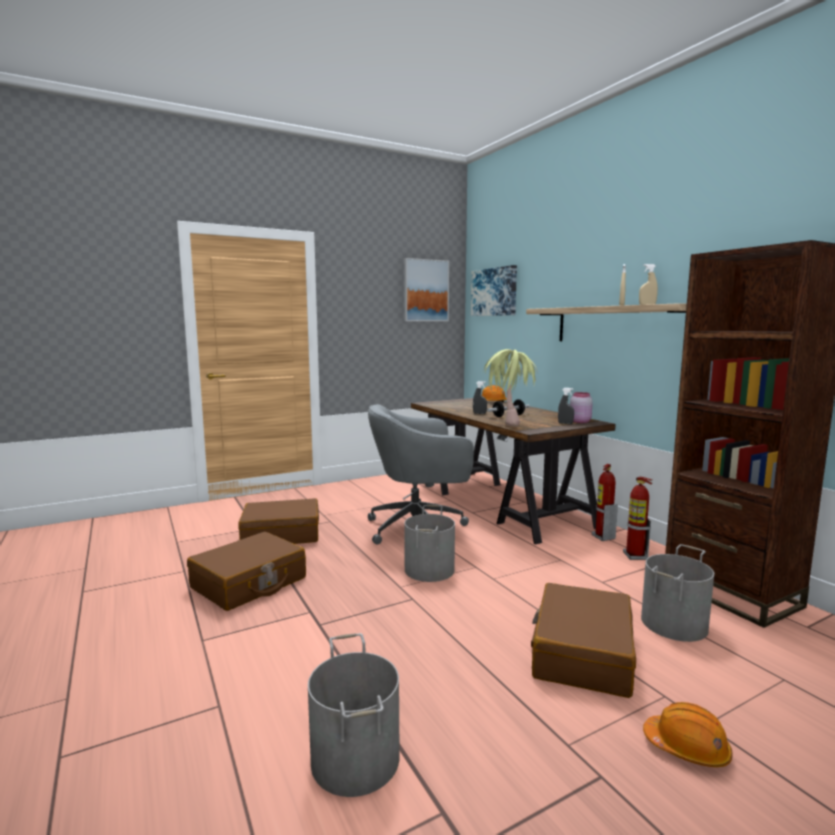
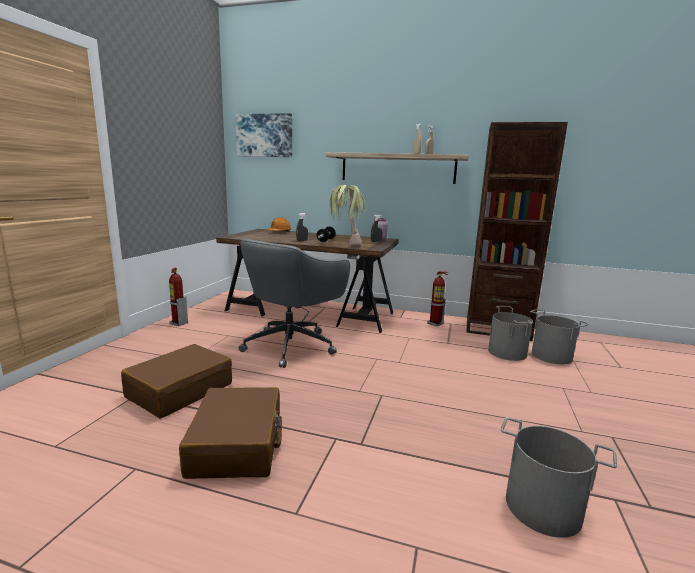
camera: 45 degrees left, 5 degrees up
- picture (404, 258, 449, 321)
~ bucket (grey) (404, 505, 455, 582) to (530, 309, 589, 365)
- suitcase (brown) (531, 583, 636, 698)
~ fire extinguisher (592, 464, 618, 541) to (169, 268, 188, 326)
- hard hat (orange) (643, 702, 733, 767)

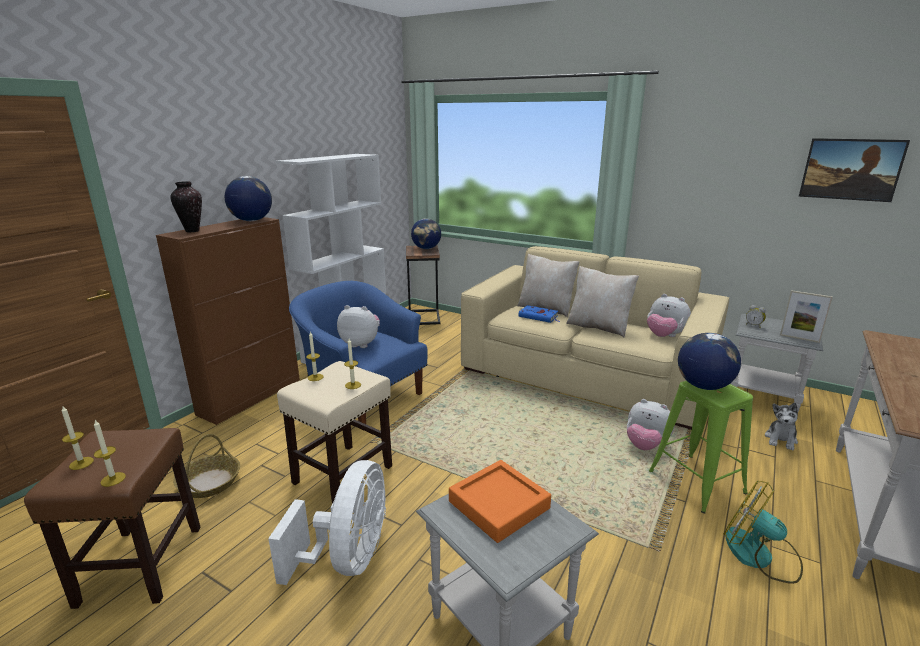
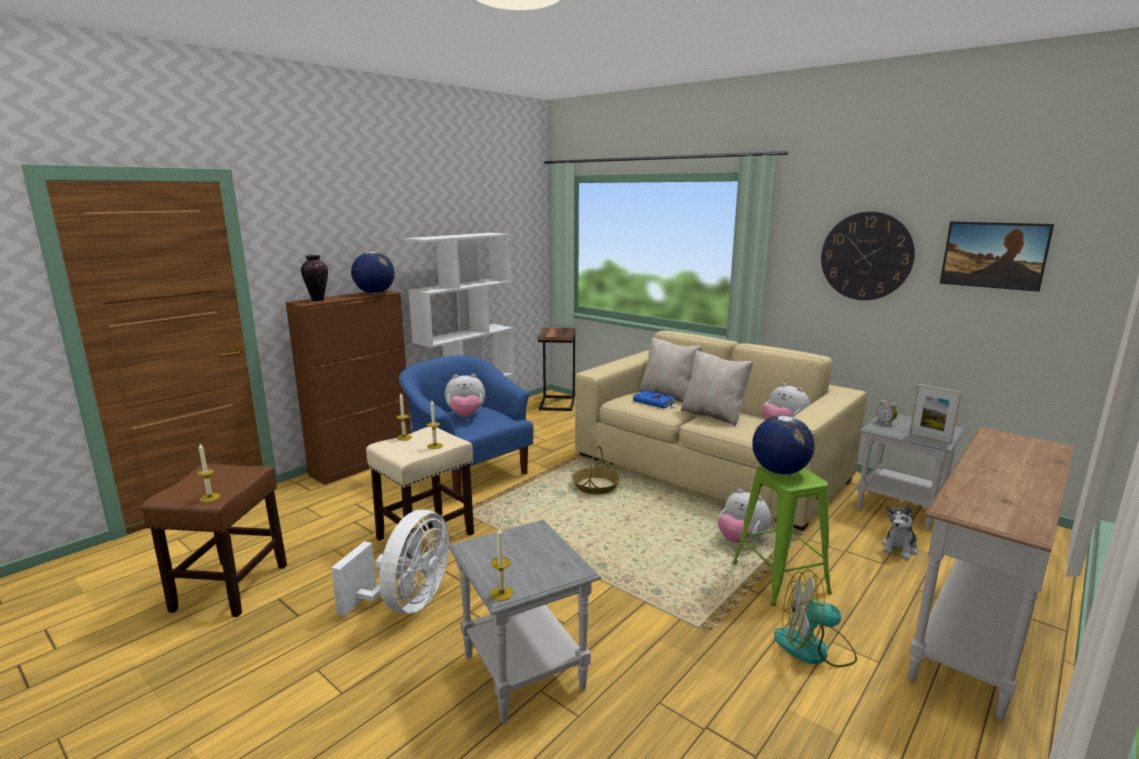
camera: 10 degrees right, 5 degrees down
~ candle (62, 405, 94, 470) to (490, 528, 513, 601)
~ basket (173, 434, 240, 498) to (572, 445, 621, 494)
~ plush toy (337, 305, 380, 348) = (445, 374, 485, 417) 150 degrees clockwise
- globe (411, 218, 441, 249)
- tray (orange) (449, 460, 551, 543)
~ fan (723, 480, 803, 584) = (774, 569, 857, 668) 45 degrees counterclockwise
+ wall clock (821, 211, 915, 300)

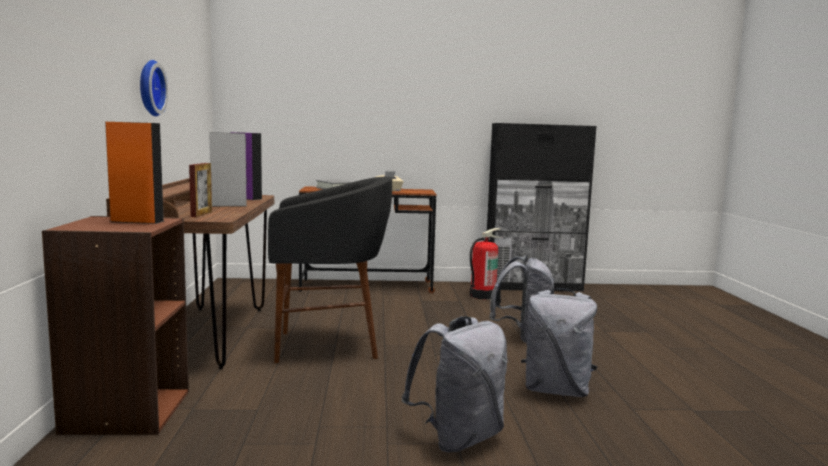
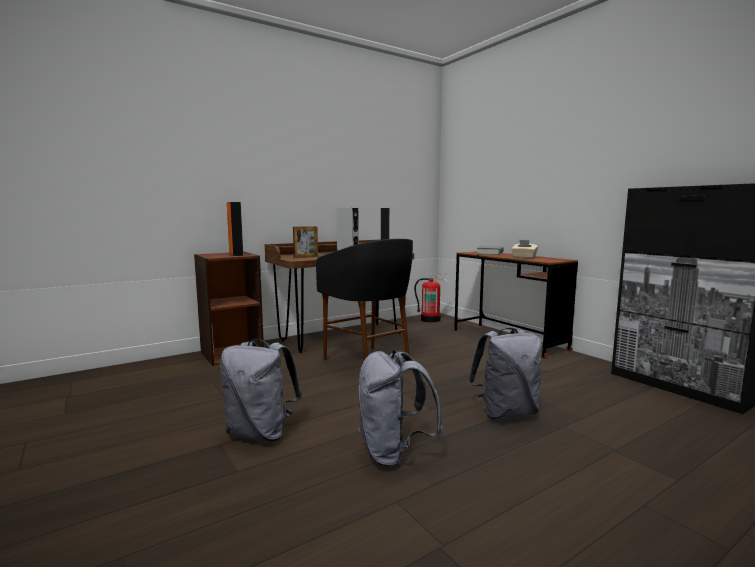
camera: 60 degrees right, 0 degrees up
- wall clock (140, 60, 168, 116)
~ fire extinguisher (470, 228, 501, 299) to (414, 273, 449, 323)

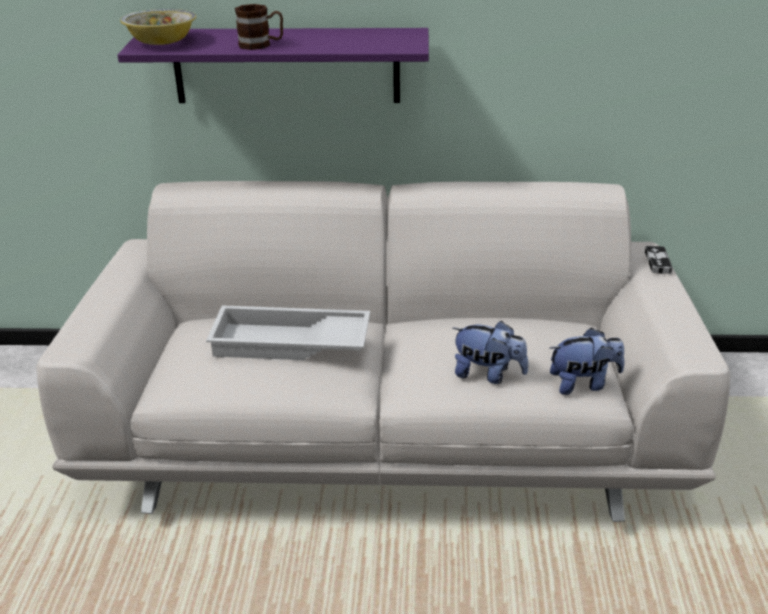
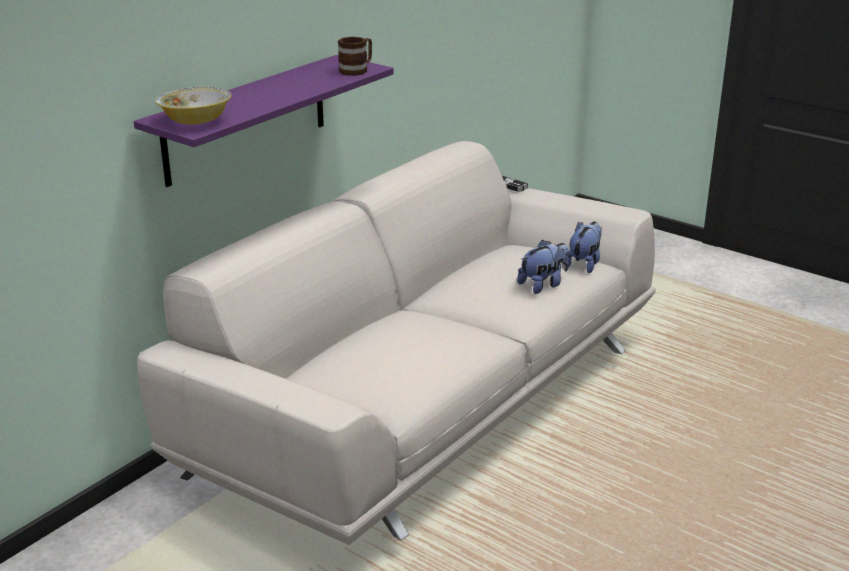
camera: 55 degrees left, 5 degrees down
- tray (white) (206, 305, 370, 360)
~ mug (brown) (235, 4, 283, 50) to (338, 37, 372, 76)

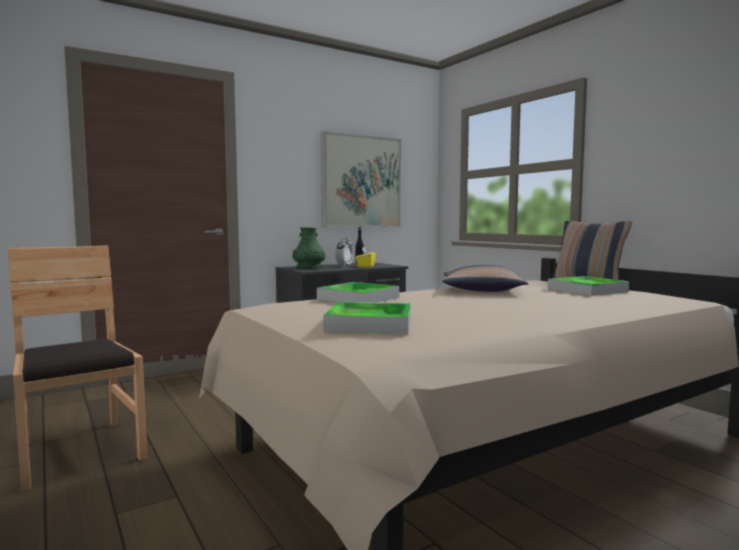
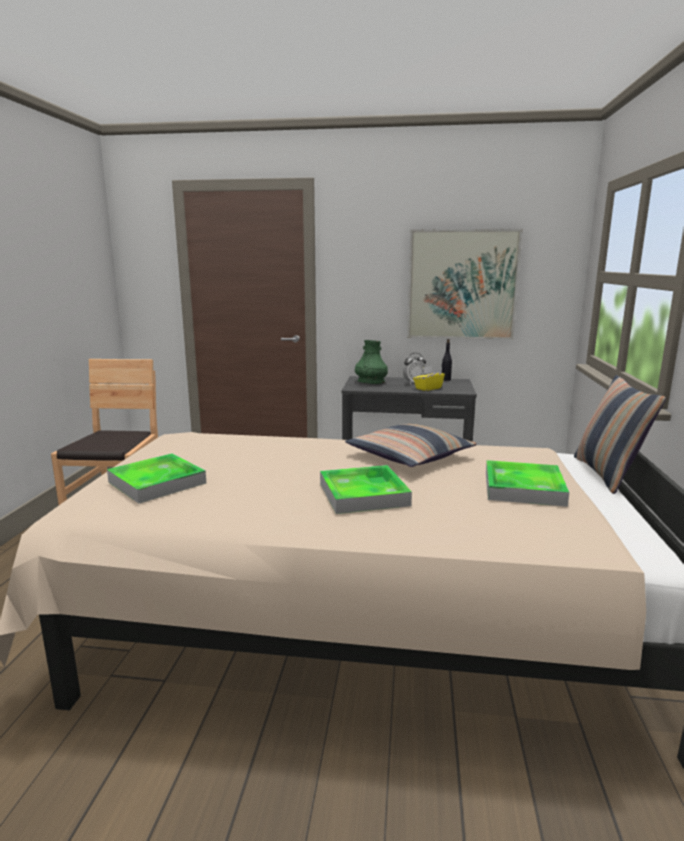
camera: 40 degrees right, 10 degrees up
~ tray (317, 282, 399, 303) to (320, 465, 412, 514)

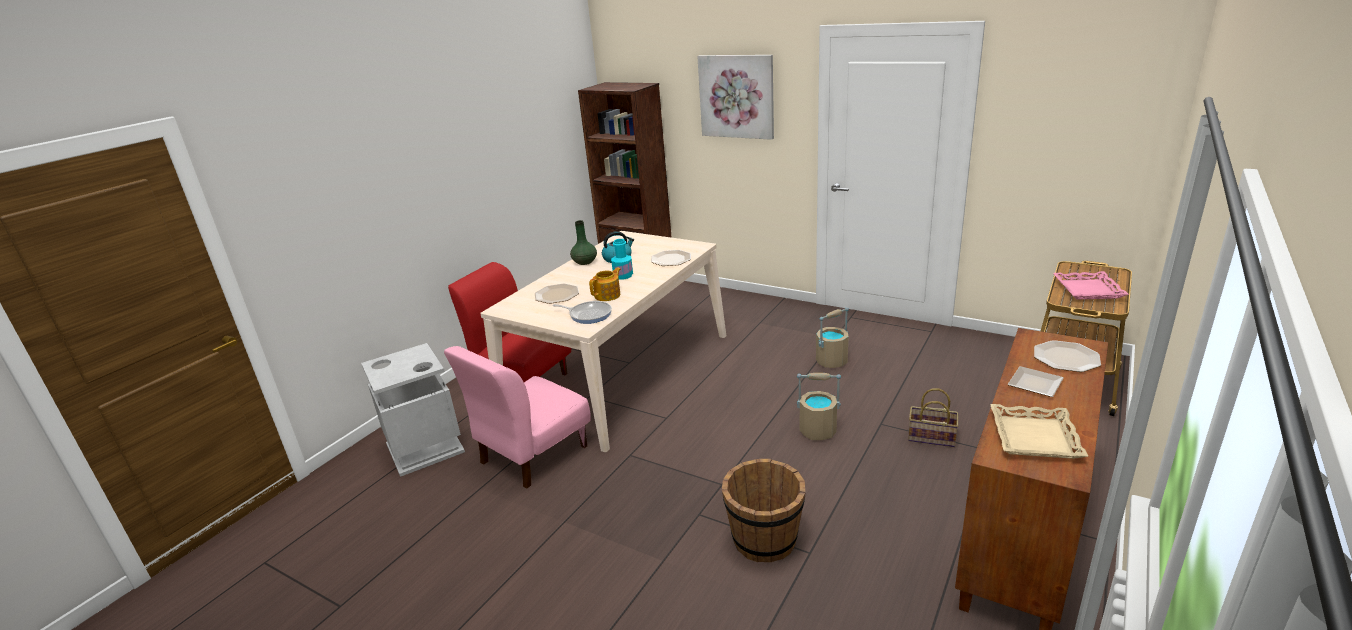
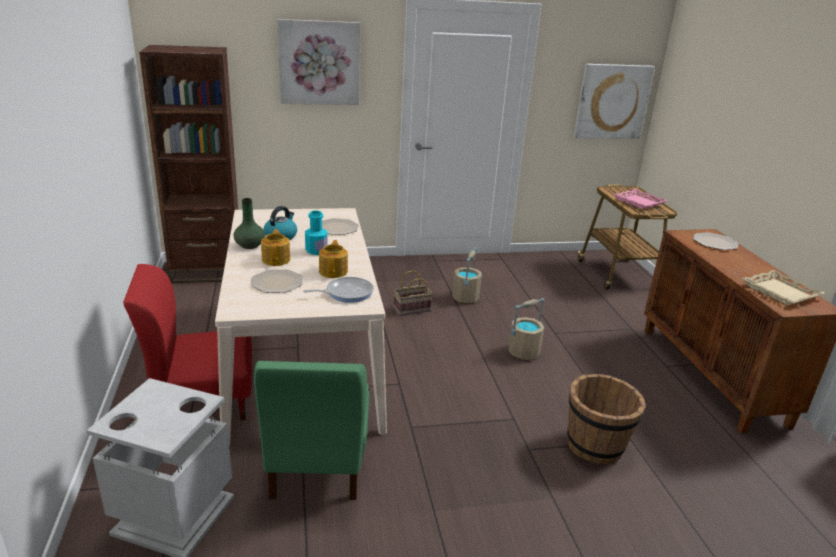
camera: 45 degrees left, 0 degrees up
~ chair (pink) (444, 346, 591, 488) to chair (green) (254, 361, 370, 500)
~ basket (908, 388, 959, 447) to (394, 270, 433, 316)
- plate (1007, 366, 1064, 397)
+ teapot (261, 229, 290, 266)
+ picture (574, 64, 655, 139)

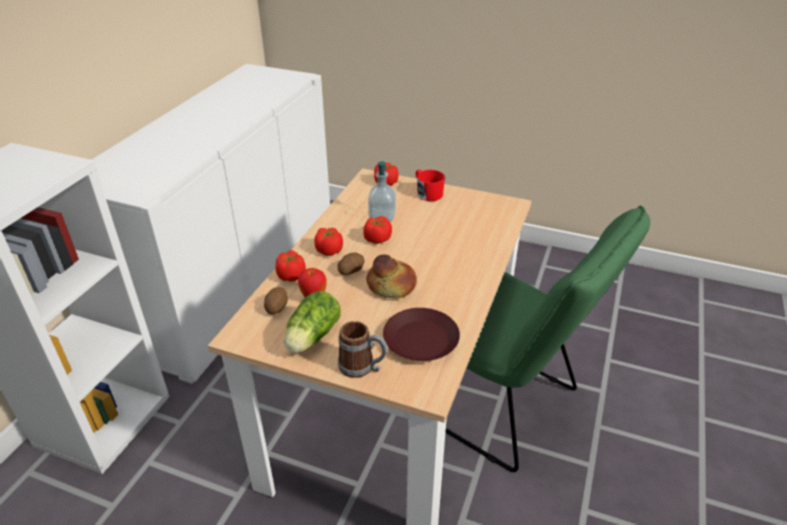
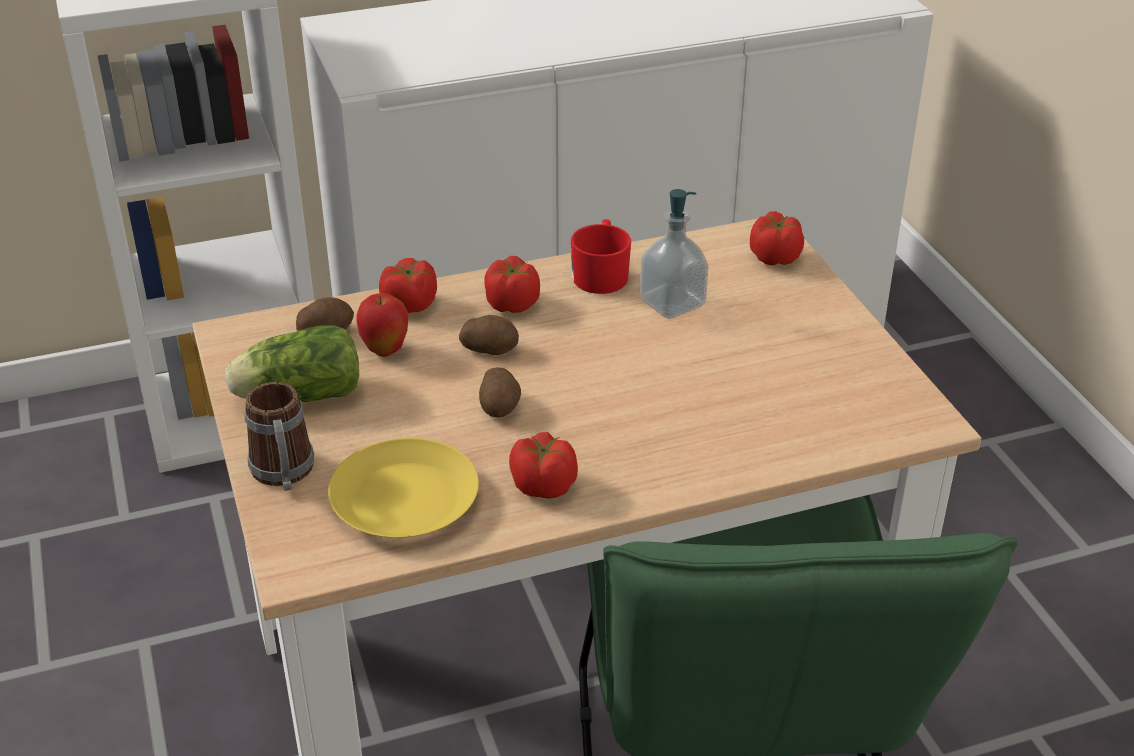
camera: 50 degrees right, 0 degrees up
~ tomato (363, 216, 392, 244) to (509, 432, 578, 499)
~ bread (367, 255, 417, 298) to potato (479, 367, 521, 418)
~ plate (brown) (383, 308, 460, 361) to plate (yellow) (328, 438, 479, 538)
~ mug (red) (415, 170, 445, 201) to (571, 219, 631, 294)

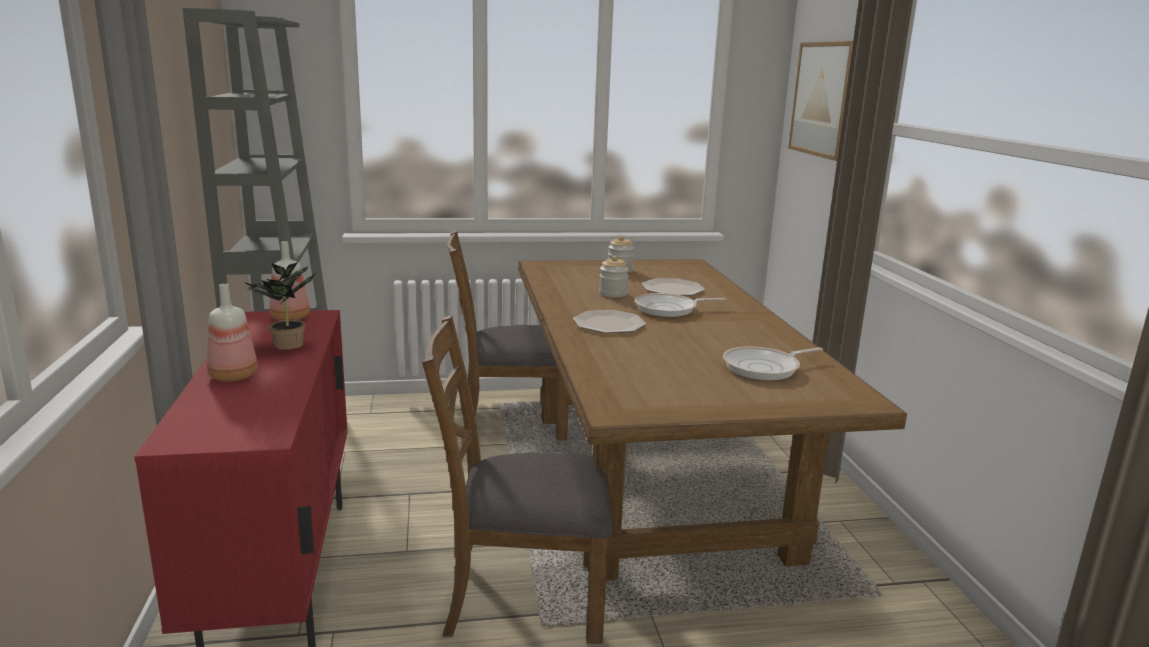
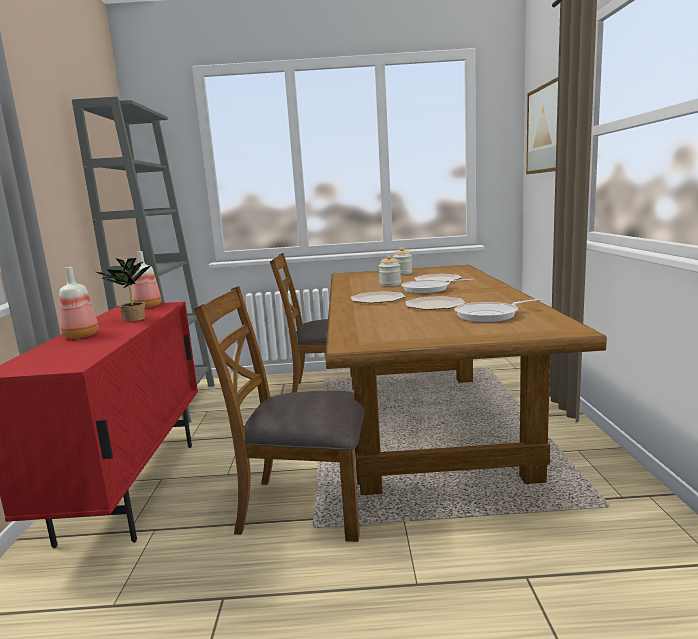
camera: 10 degrees right, 5 degrees down
+ plate (405, 296, 466, 310)

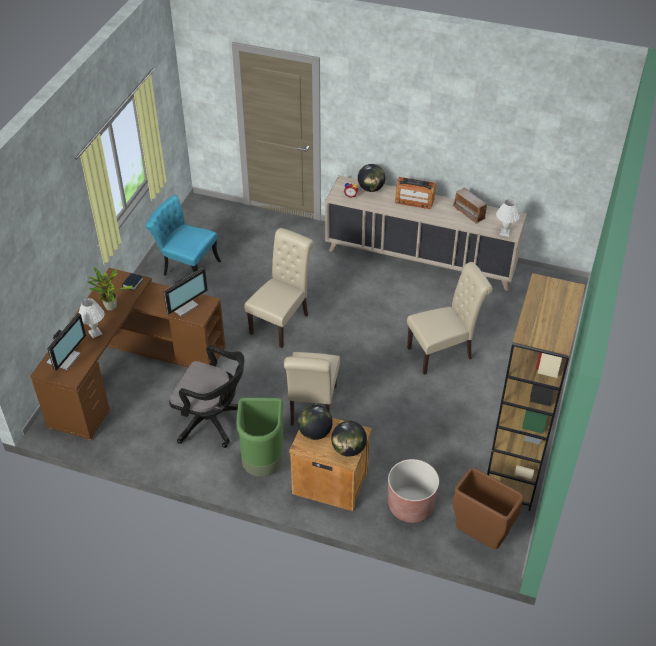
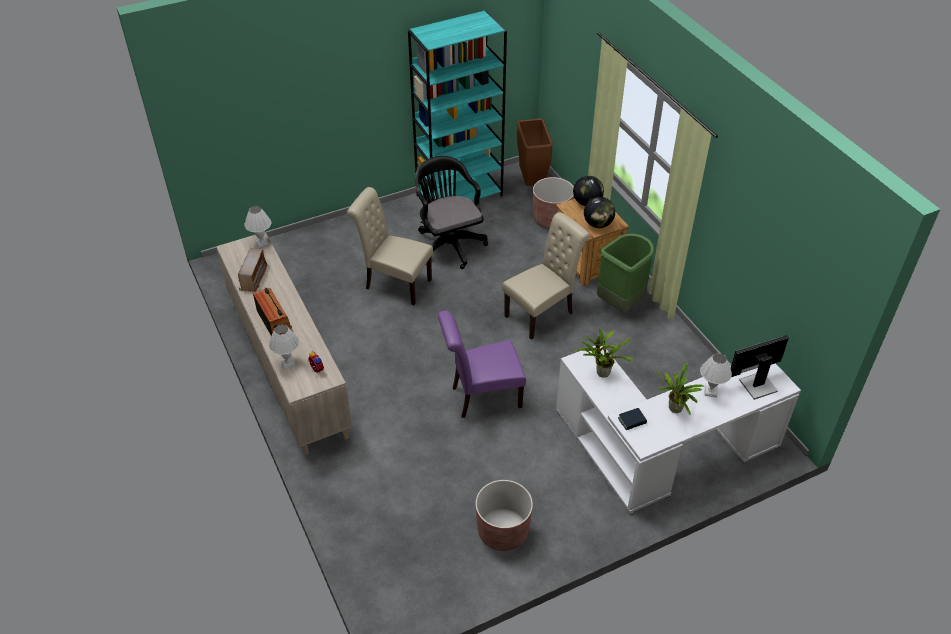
camera: 135 degrees left, 0 degrees up
~ desk (brown) (30, 268, 225, 441) to desk (white) (556, 346, 801, 514)
~ chair (turquoise) (145, 195, 221, 276) to planter (brown) (475, 480, 533, 551)
~ monitor (163, 268, 208, 317) to potted plant (573, 328, 633, 378)
~ office chair (black) (169, 345, 245, 448) to (415, 156, 488, 269)
~ chair (beige) (244, 228, 314, 348) to chair (purple) (438, 311, 526, 418)
~ globe (358, 164, 385, 192) to table lamp (white) (269, 325, 299, 369)
~ bookcase (brown) (487, 273, 586, 511) to bookcase (turquoise) (408, 11, 507, 201)

